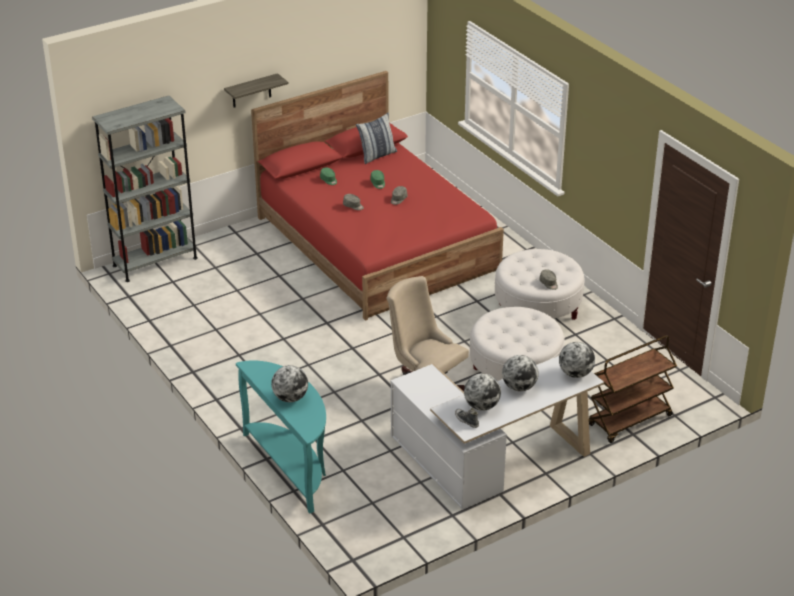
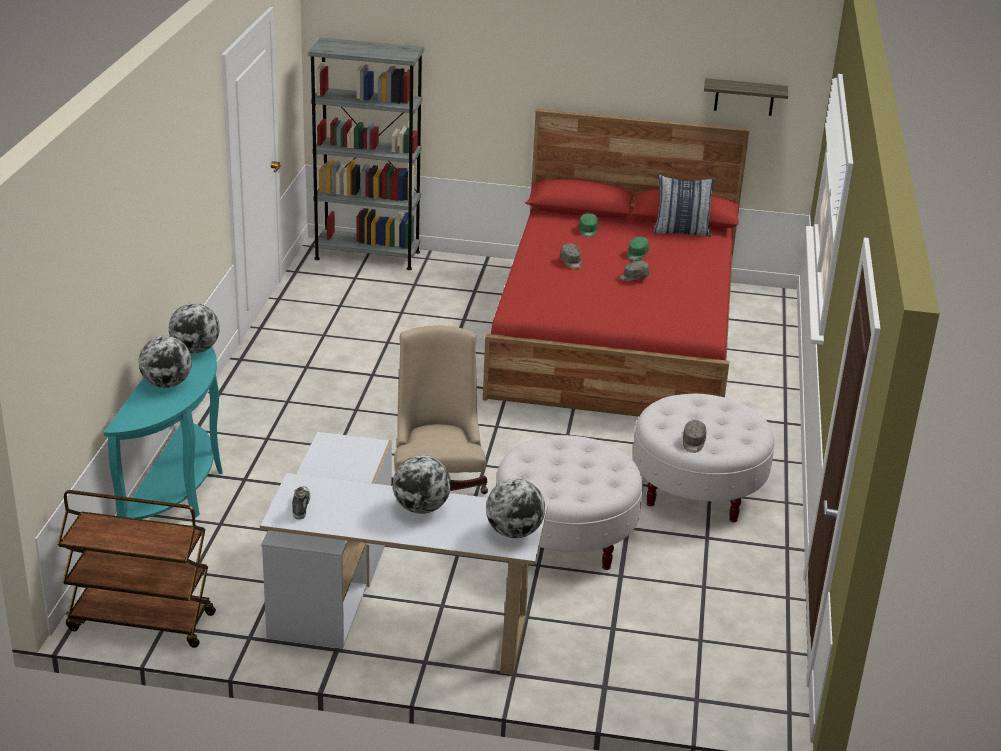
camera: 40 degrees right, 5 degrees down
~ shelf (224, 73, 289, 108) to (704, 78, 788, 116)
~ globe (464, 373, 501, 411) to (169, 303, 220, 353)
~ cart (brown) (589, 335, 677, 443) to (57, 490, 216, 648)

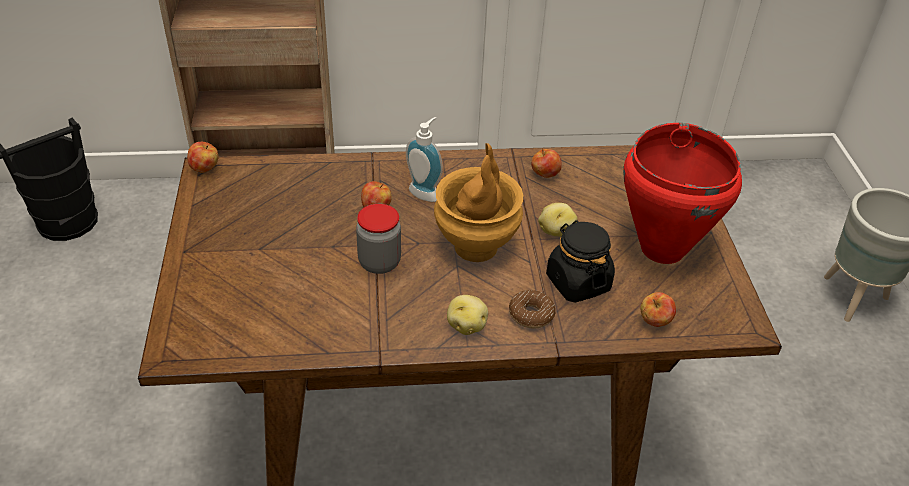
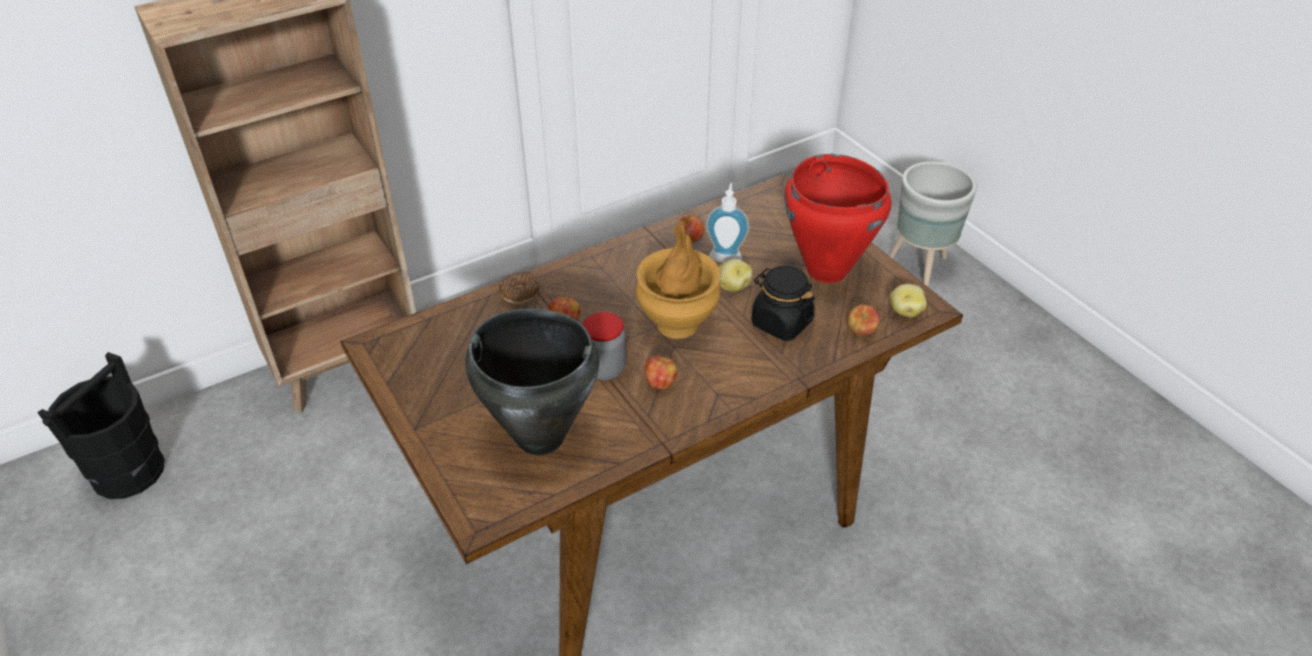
camera: 25 degrees left, 0 degrees up
~ apple (187, 142, 219, 173) to (645, 356, 677, 390)
~ soap dispenser (406, 117, 443, 202) to (706, 183, 749, 263)
~ potato (447, 295, 488, 335) to (889, 284, 927, 317)
~ donut (509, 290, 555, 329) to (499, 273, 539, 304)
+ cooking pot (black) (465, 309, 599, 455)

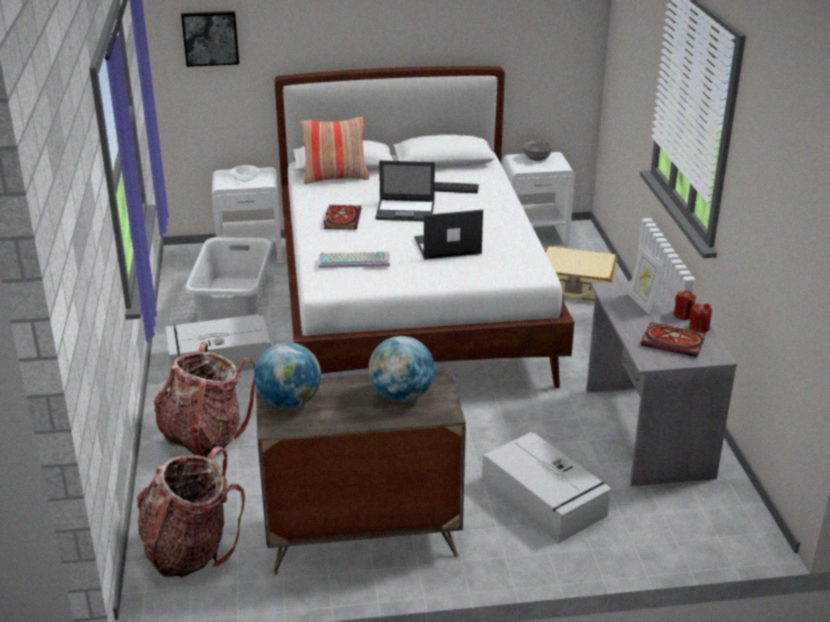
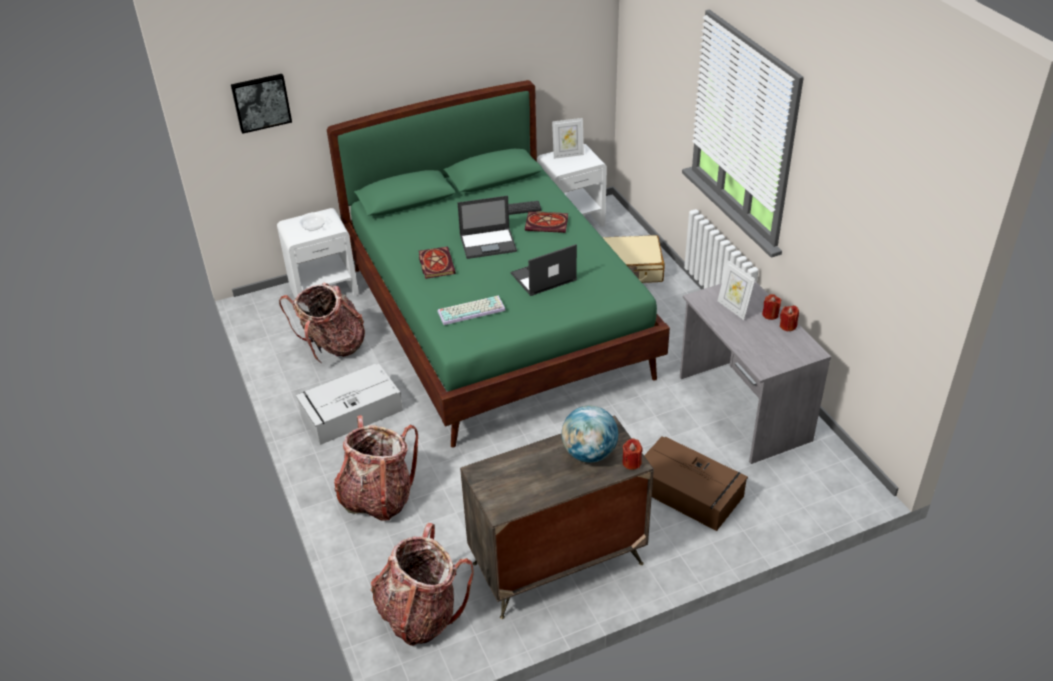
camera: 15 degrees left, 10 degrees up
~ laundry basket (grey) (185, 237, 273, 321) to backpack (279, 283, 365, 363)
- globe (254, 342, 321, 409)
~ bed (white) (274, 66, 574, 388) to bed (green) (327, 80, 670, 448)
- pillow (300, 116, 369, 184)
~ storage box (grey) (482, 432, 612, 543) to storage box (brown) (644, 436, 748, 531)
~ bowl (grey) (523, 140, 552, 161) to picture frame (552, 118, 584, 159)
~ book (641, 322, 706, 357) to (525, 211, 568, 233)
+ candle (red) (622, 439, 642, 470)

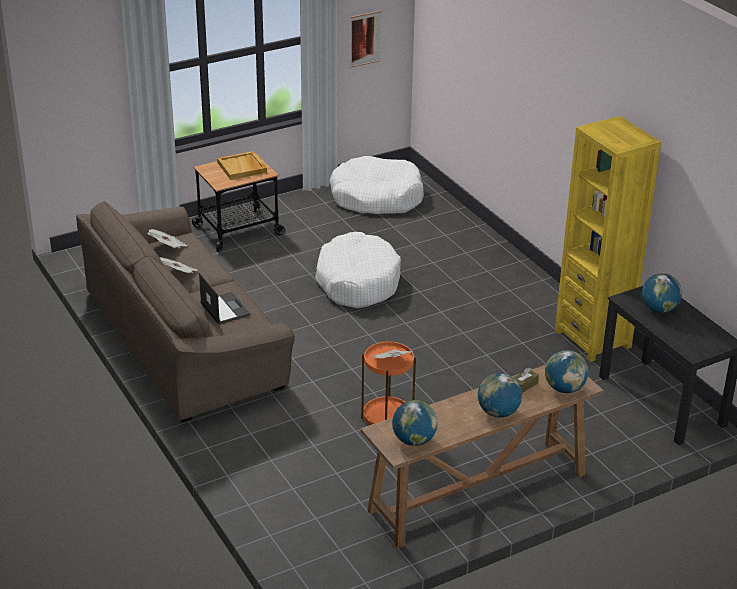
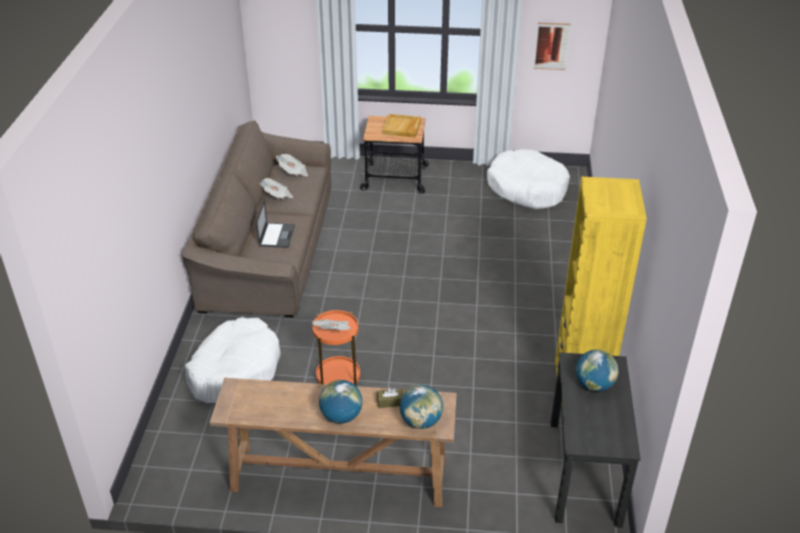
camera: 35 degrees right, 5 degrees up
~ dog bed (white) (315, 232, 401, 308) to (185, 317, 281, 403)
- globe (392, 400, 438, 446)

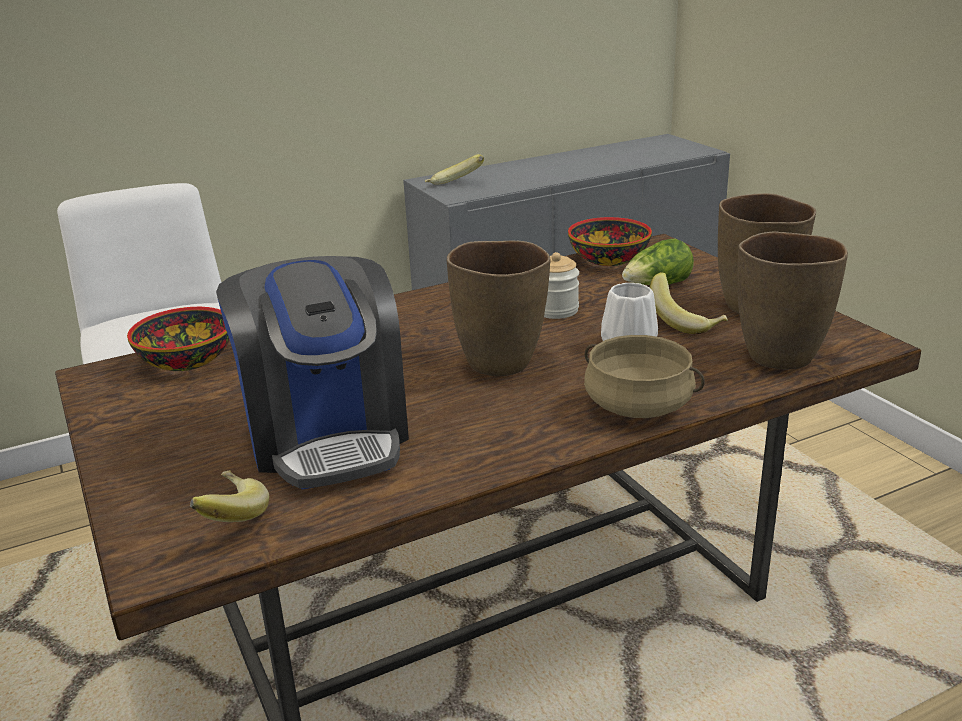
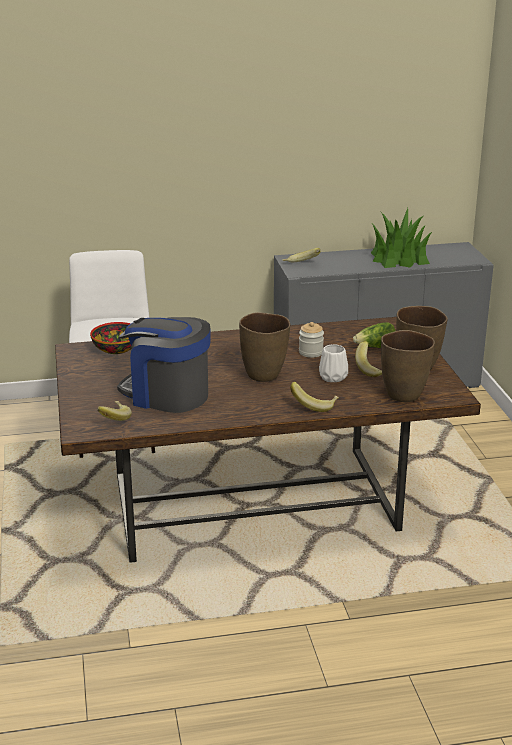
camera: 15 degrees right, 0 degrees up
~ coffee machine (216, 256, 409, 489) = (117, 317, 211, 413) 120 degrees clockwise
- bowl (568, 217, 652, 266)
~ cooking pot (beige) (584, 335, 705, 418) to banana (290, 382, 339, 412)
+ potted plant (371, 208, 432, 268)

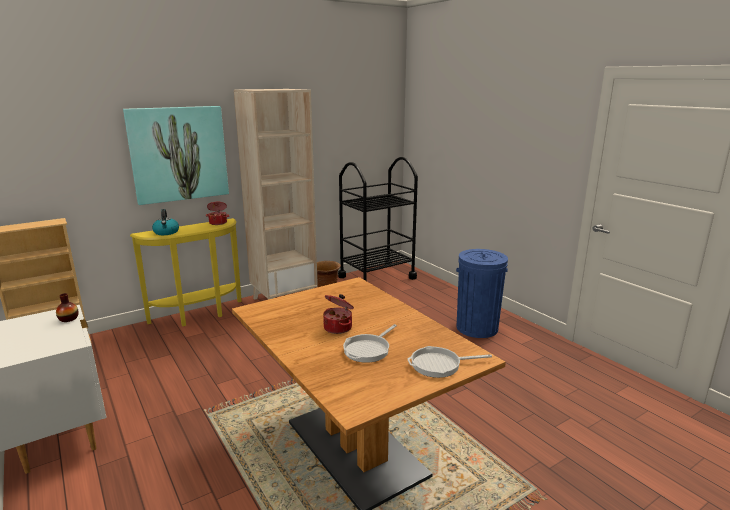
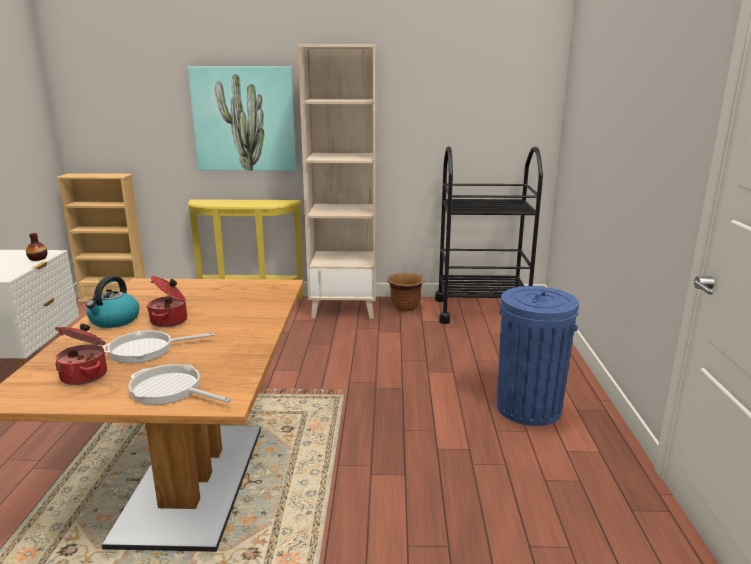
camera: 35 degrees right, 0 degrees up
~ kettle (152, 209, 179, 235) to (86, 276, 139, 328)
~ cooking pot (206, 202, 230, 225) to (55, 323, 107, 385)

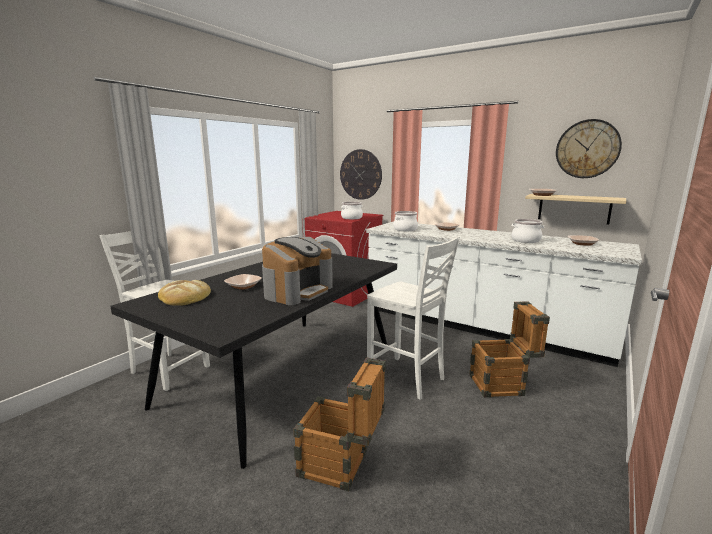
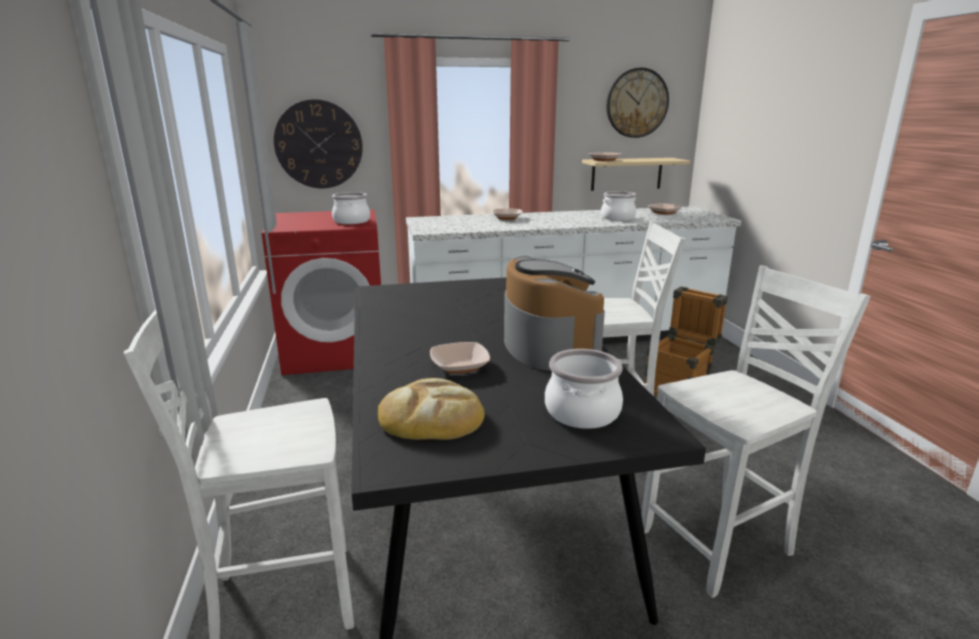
camera: 45 degrees left, 5 degrees up
~ crate (294, 357, 386, 491) to chair (white) (641, 265, 871, 598)
~ cooking pot (393, 211, 418, 231) to (545, 349, 623, 429)

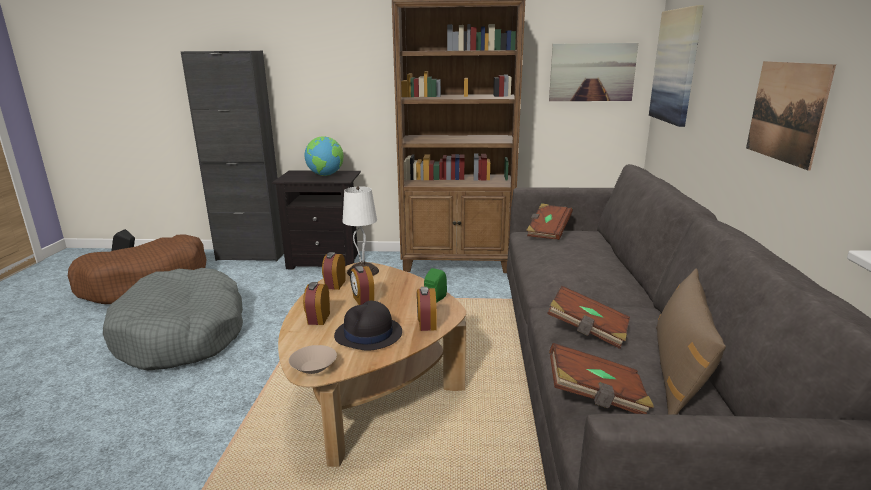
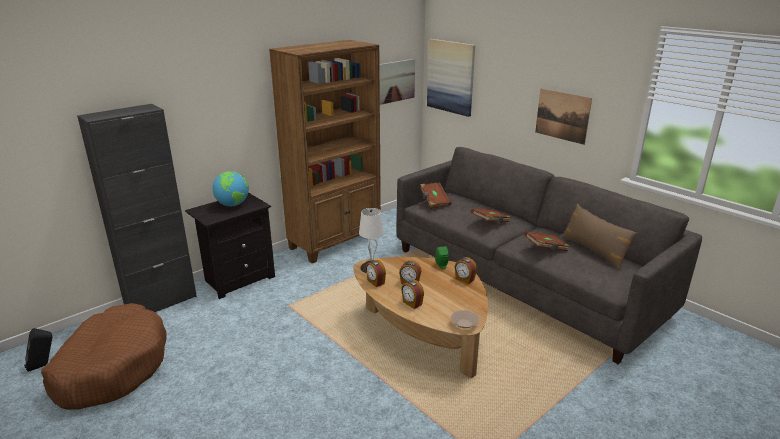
camera: 45 degrees left, 5 degrees up
- dog bed (grey) (103, 268, 243, 370)
- hat (black) (334, 300, 402, 351)
~ book (brown) (549, 343, 654, 414) to (471, 209, 511, 223)

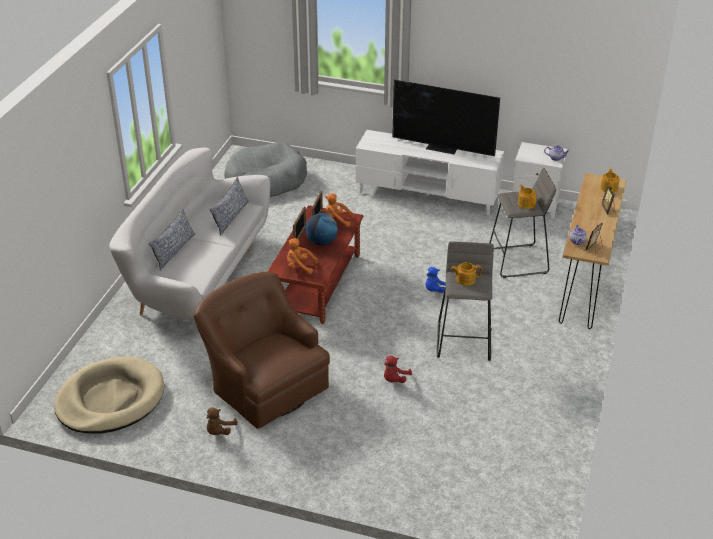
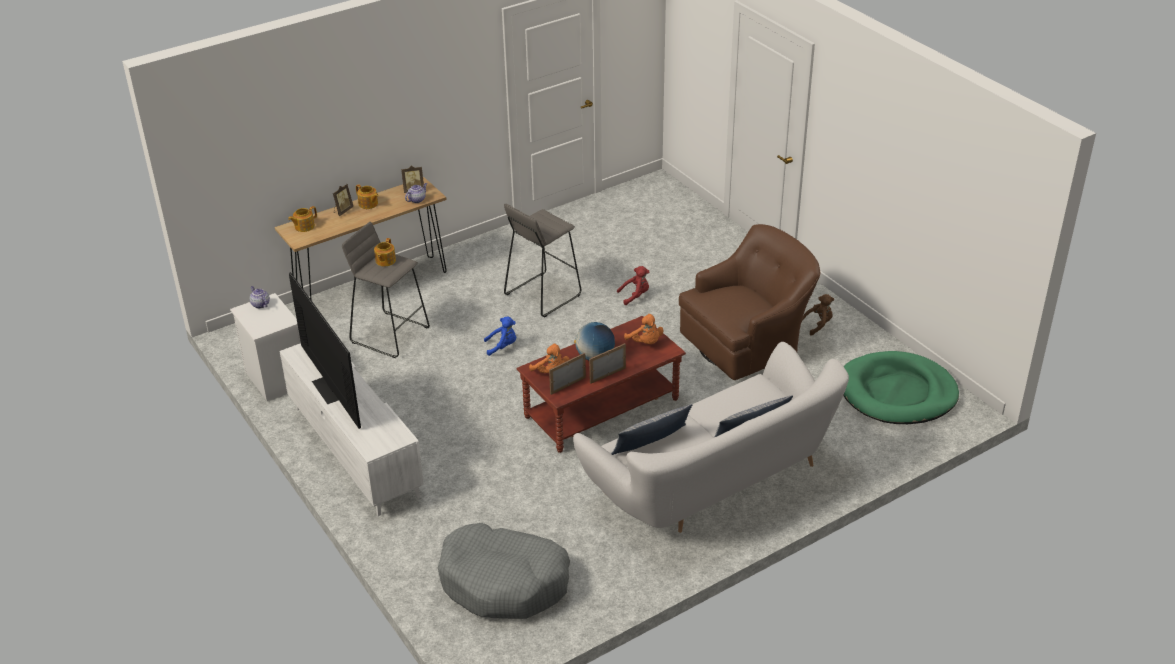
camera: 140 degrees left, 0 degrees up
~ dog bed (beige) (54, 357, 164, 434) to dog bed (green) (843, 351, 959, 424)
~ armchair (brown) (193, 272, 330, 429) = (679, 224, 820, 380) 120 degrees counterclockwise
~ teapot (451, 262, 481, 286) to (356, 184, 379, 209)

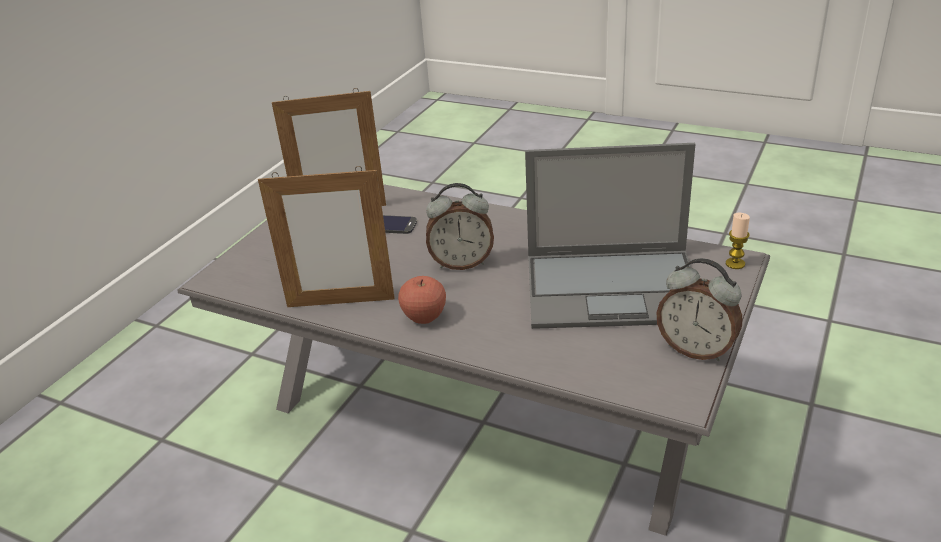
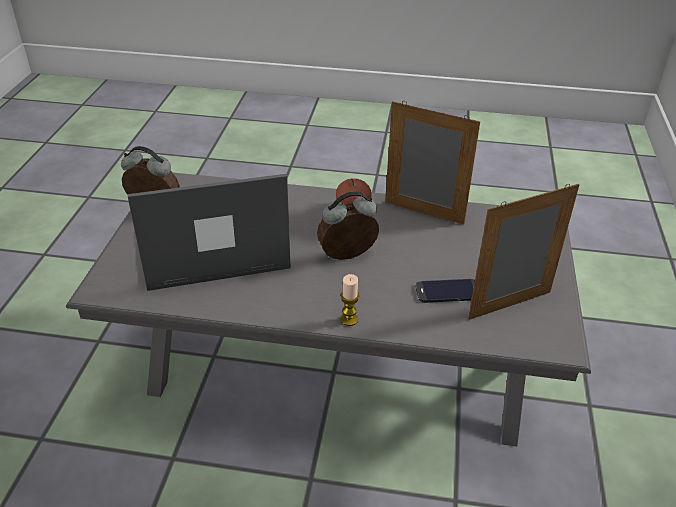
camera: 160 degrees right, 5 degrees up
~ picture frame (258, 166, 395, 307) = (385, 101, 480, 224) 45 degrees clockwise
~ candle (726, 213, 750, 269) to (340, 274, 359, 326)

